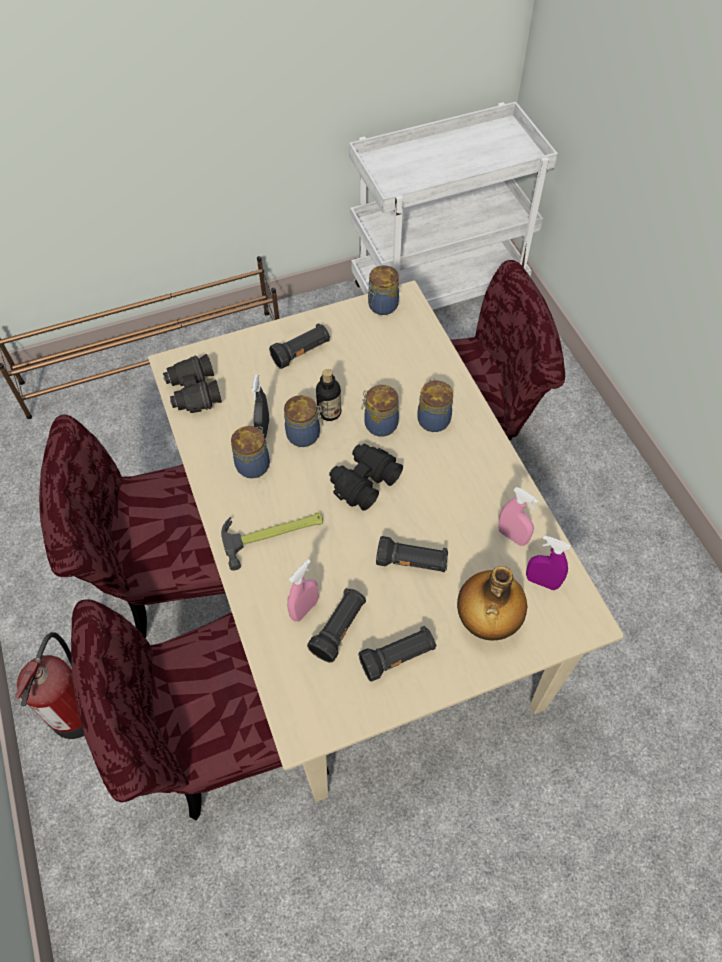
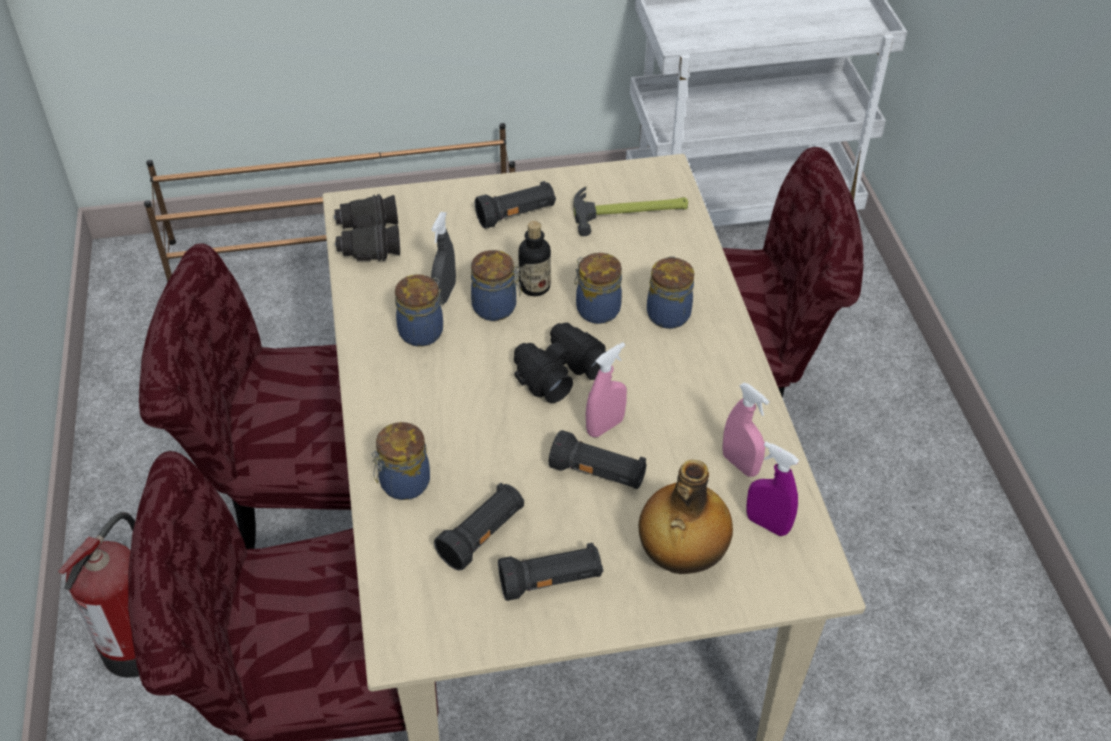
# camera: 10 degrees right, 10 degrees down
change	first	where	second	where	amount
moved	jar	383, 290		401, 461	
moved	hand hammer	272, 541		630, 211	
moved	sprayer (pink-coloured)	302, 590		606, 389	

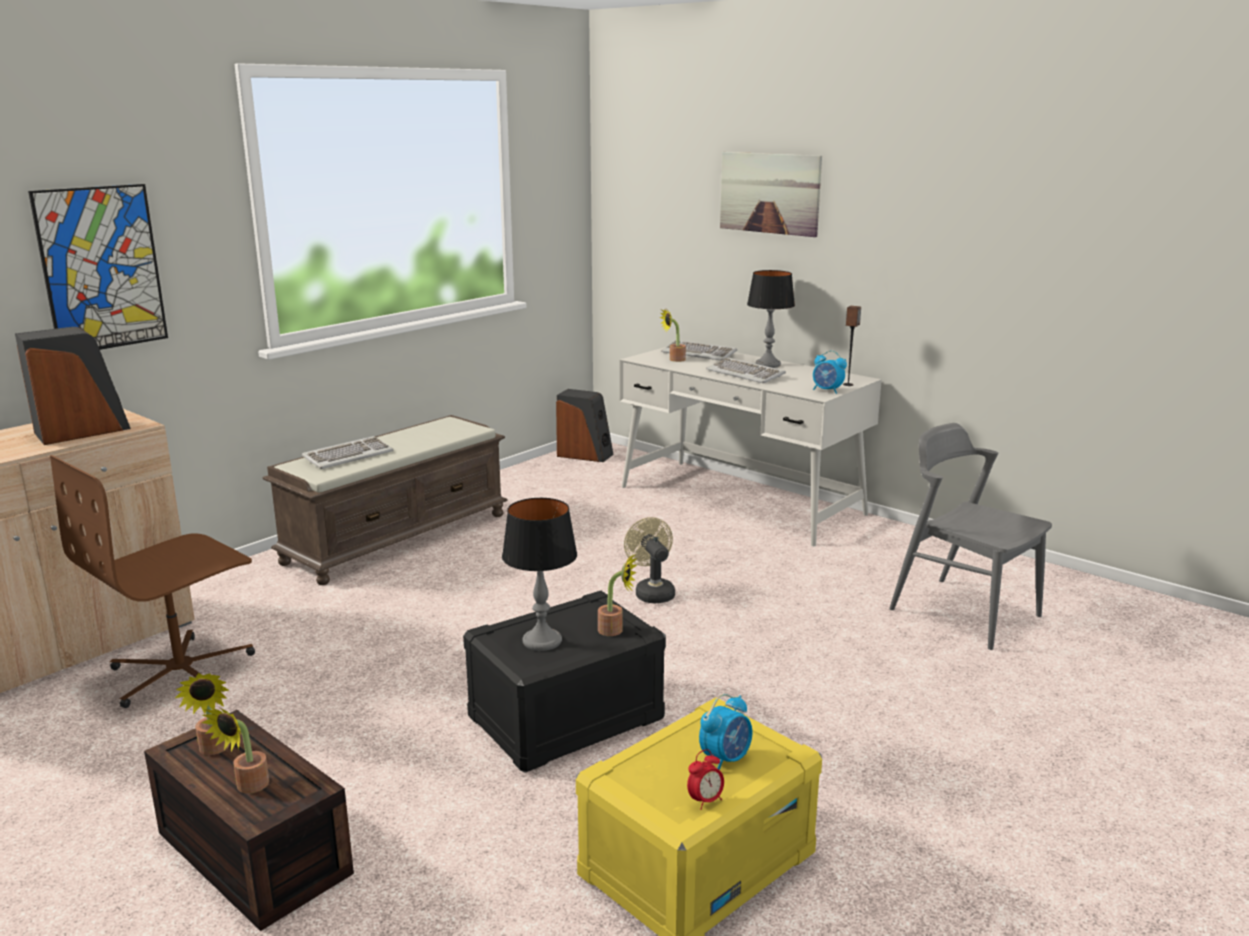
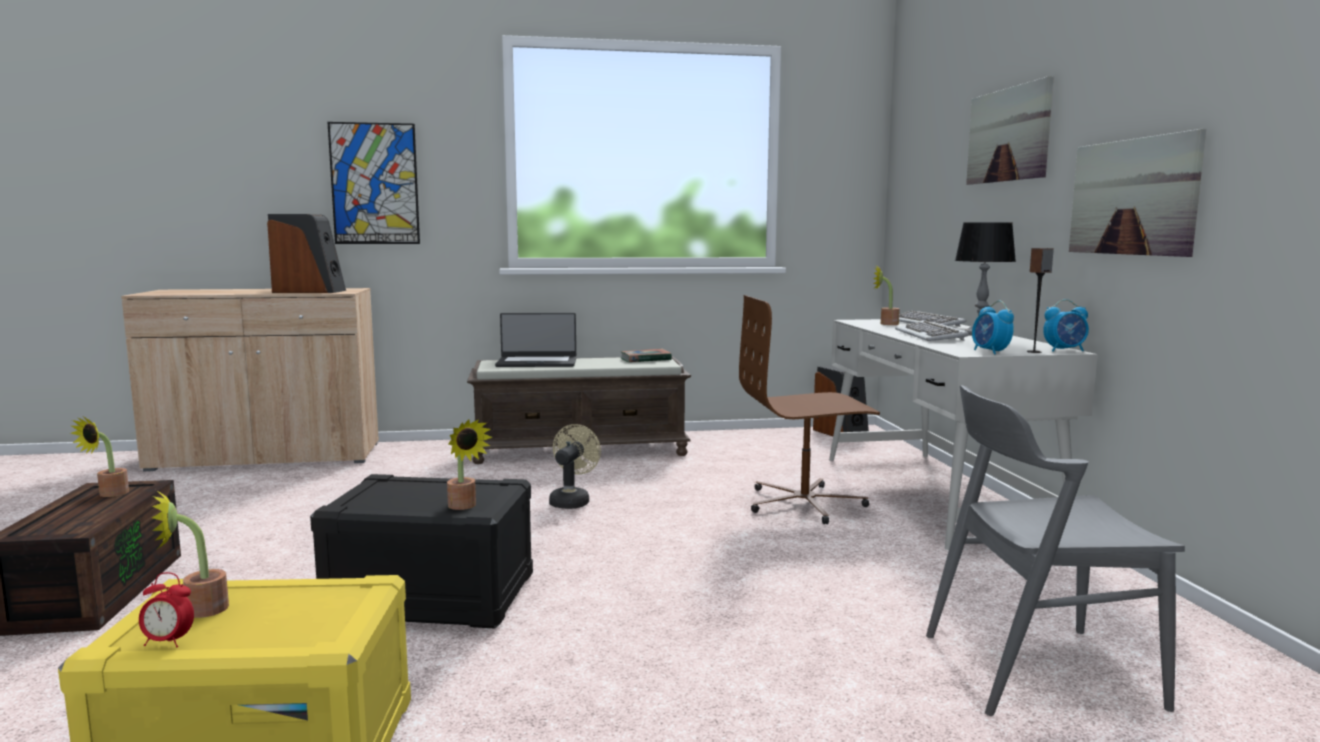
# camera: 40 degrees right, 10 degrees down
change	first	where	second	where	amount
moved	potted plant	235, 751		190, 554	
replaced	keyboard	348, 452	laptop	535, 340	
moved	cooling fan (beige)	649, 560		575, 466	
added			book	646, 355	
moved	desk chair (brown)	152, 581		809, 409	
turned	plain chair (grey)	970, 536		1055, 550	90 degrees counterclockwise
moved	alarm clock	726, 732		1066, 325	
added			picture	1137, 193	
removed	tabletop lamp	539, 574			

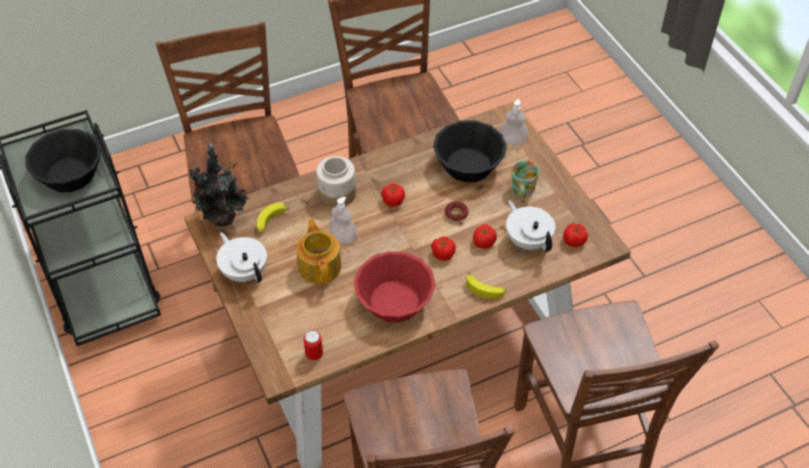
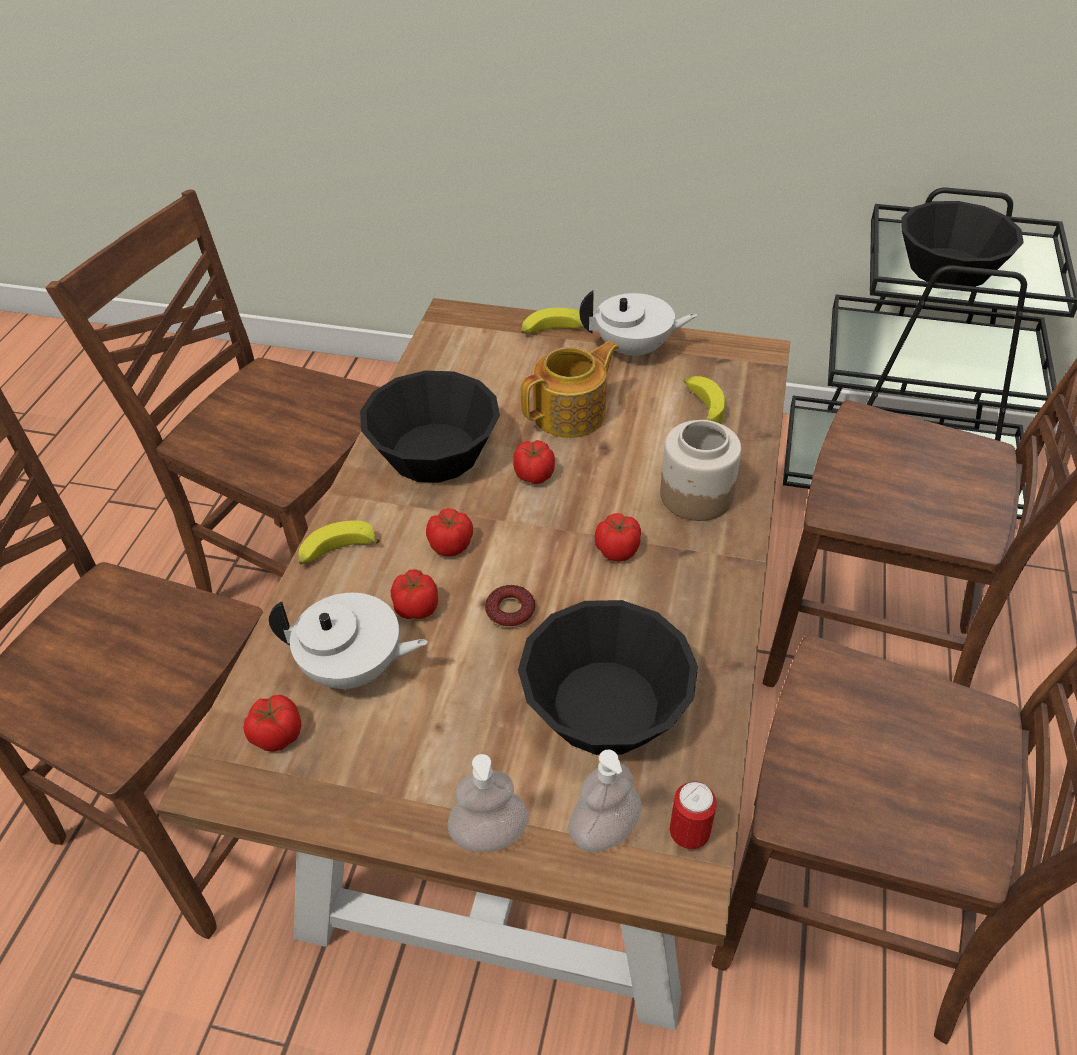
# camera: 130 degrees right, 5 degrees down
change	first	where	second	where	amount
recoloured	serving bowl (reddish)	395, 287	serving bowl (black-coloured)	430, 427	
moved	liquid soap bottle	342, 220		488, 803	
added			whole tomato	534, 462	
added			whole banana	553, 320	
turned	teapot	318, 251		570, 389	60 degrees counterclockwise
moved	can	313, 346		693, 815	
removed	potted plant	219, 185			
removed	mug	525, 179			

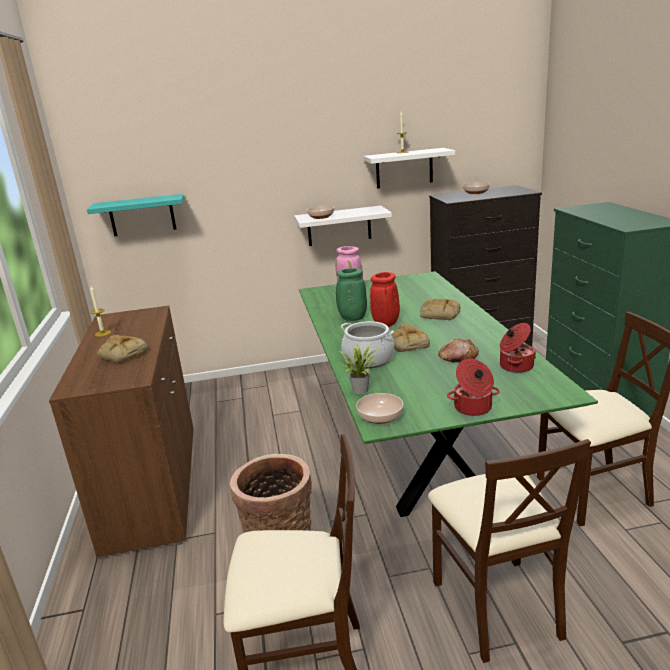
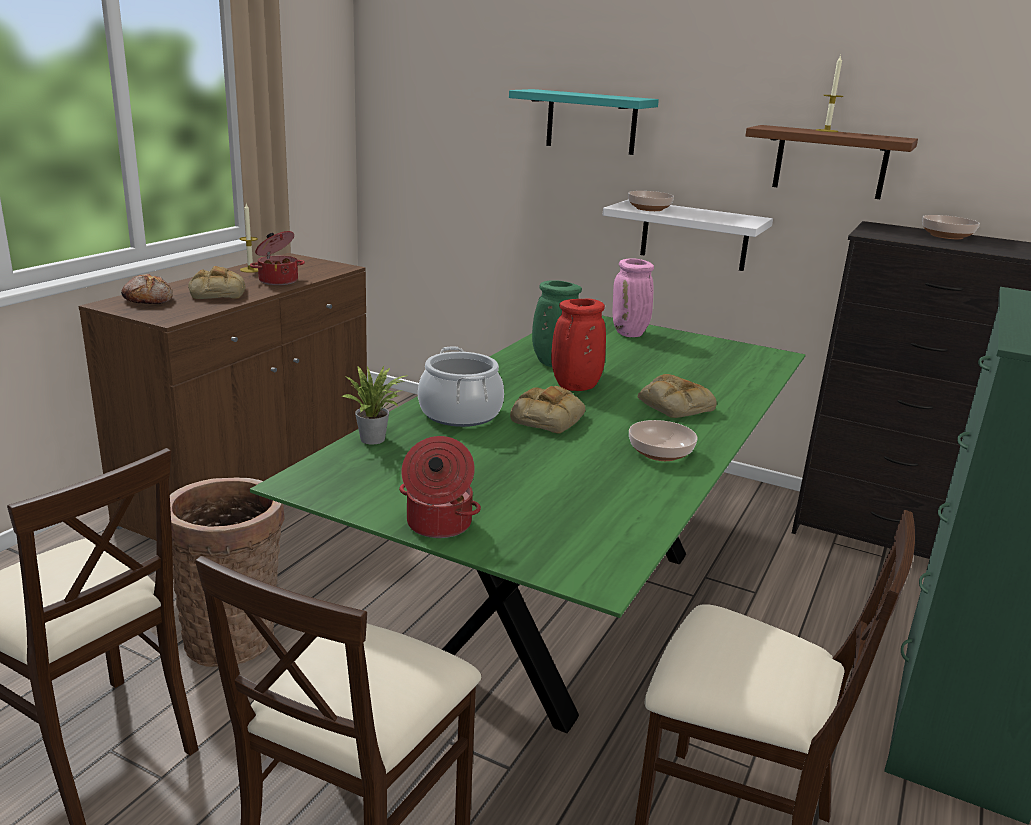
# camera: 35 degrees right, 0 degrees up
change	first	where	second	where	amount
moved	baked bread	458, 351		147, 289	
moved	saucepot	518, 348		277, 258	
moved	wall shelf (blue-green)	135, 215		584, 122	
moved	serving bowl	379, 408		663, 440	
recoloured	wall shelf (white)	409, 168	wall shelf (brown)	831, 162	

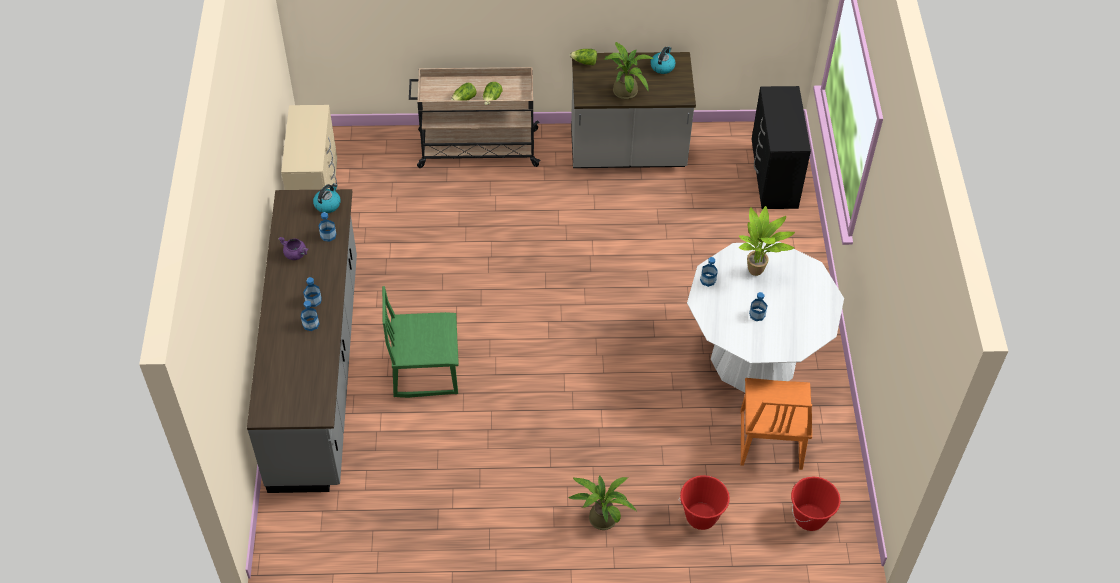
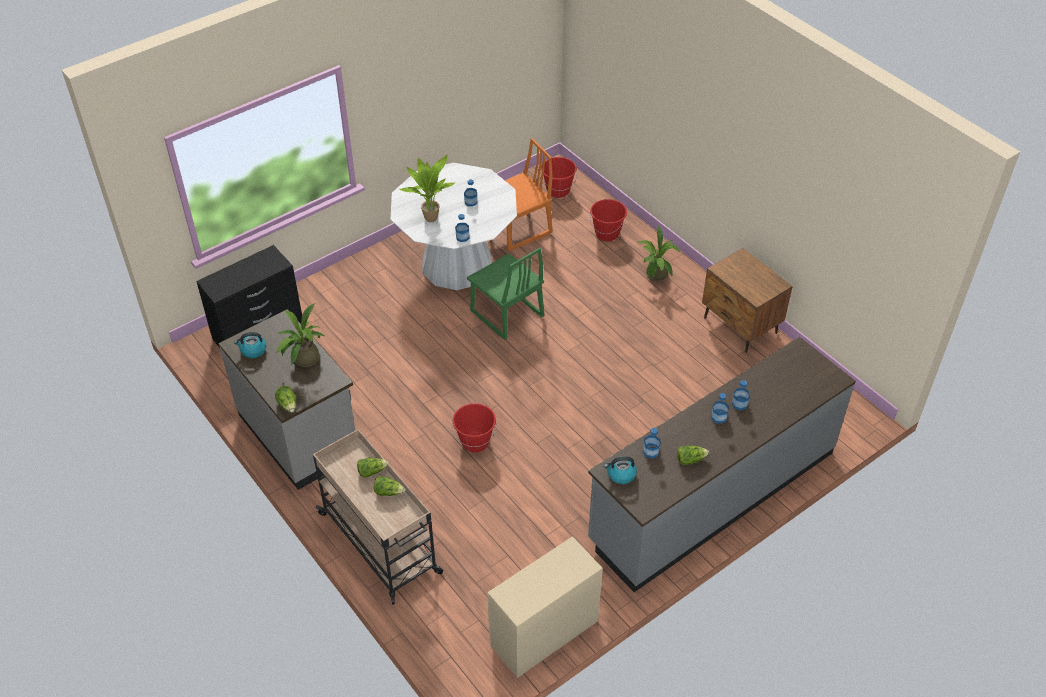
# camera: 125 degrees left, 5 degrees down
change	first	where	second	where	amount
added			bucket (reddish)	474, 428	
moved	plain chair (green)	420, 342		505, 294	
replaced	saucepot (purple-coloured)	293, 248	head of lettuce	693, 455	
added			night table (brown)	747, 300	

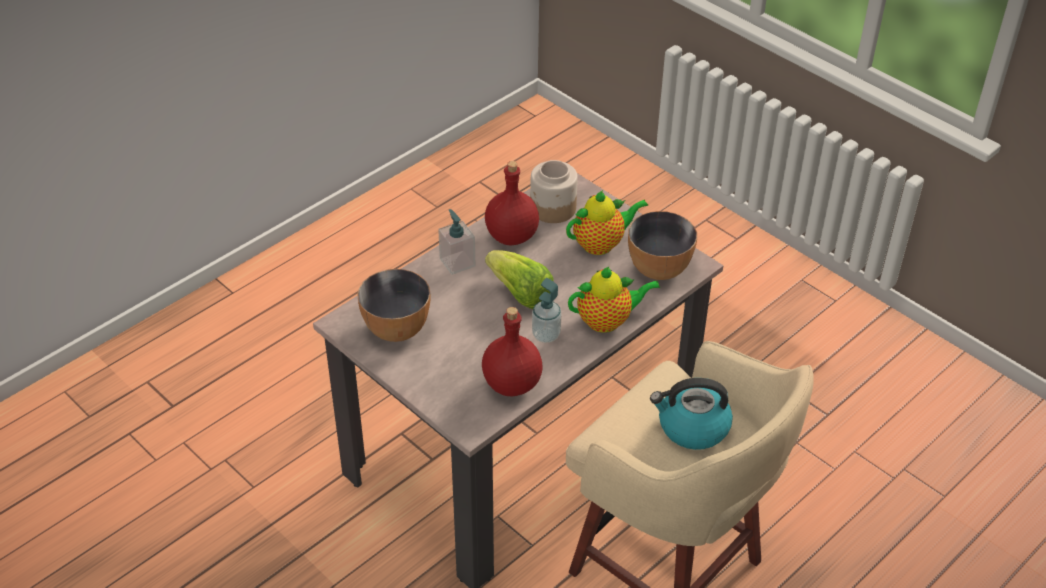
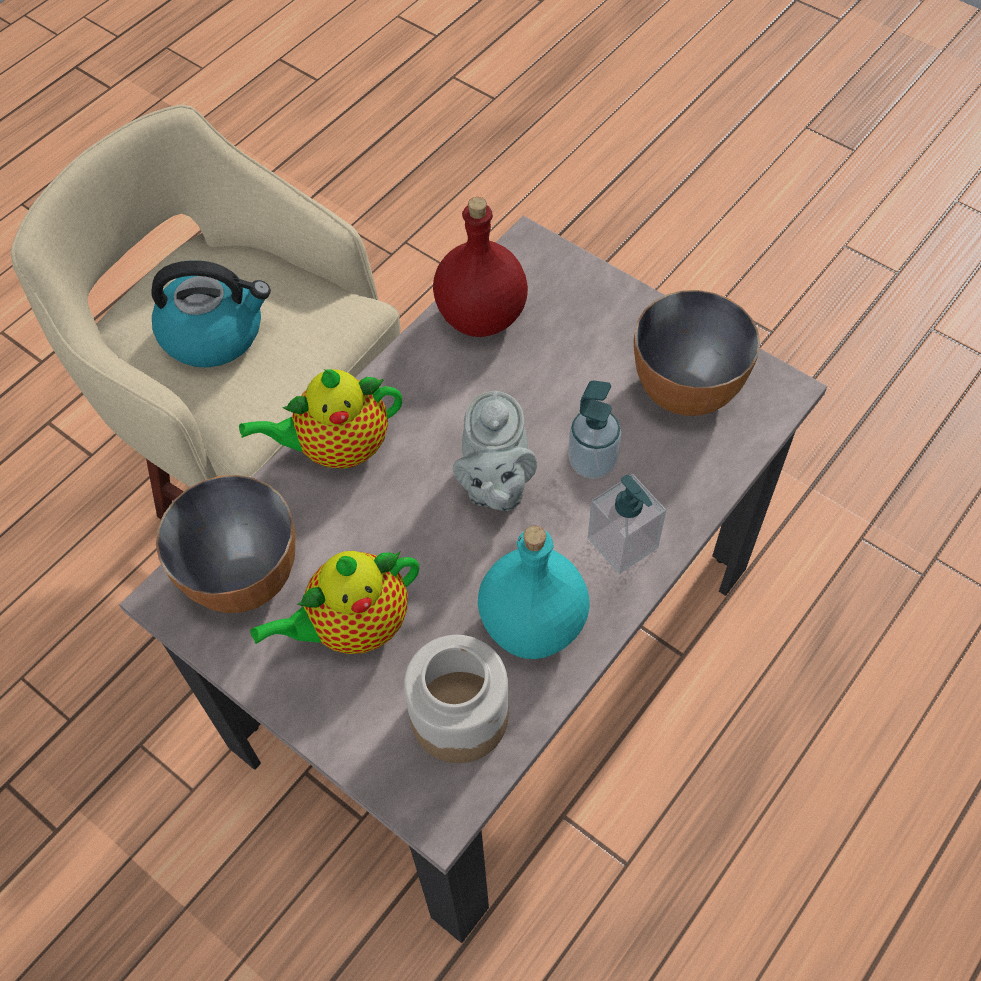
# camera: 175 degrees right, 15 degrees up
change	first	where	second	where	amount
replaced	head of lettuce	519, 279	teapot (grey)	495, 450	
recoloured	beverage bottle (reddish)	512, 203	beverage bottle (blue-green)	534, 592	
moved	liquid soap bottle	546, 310		594, 430	

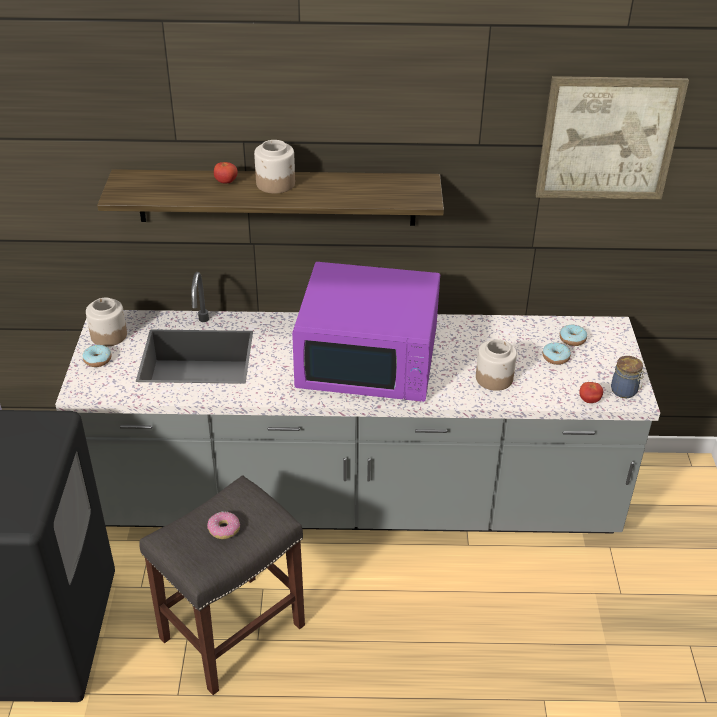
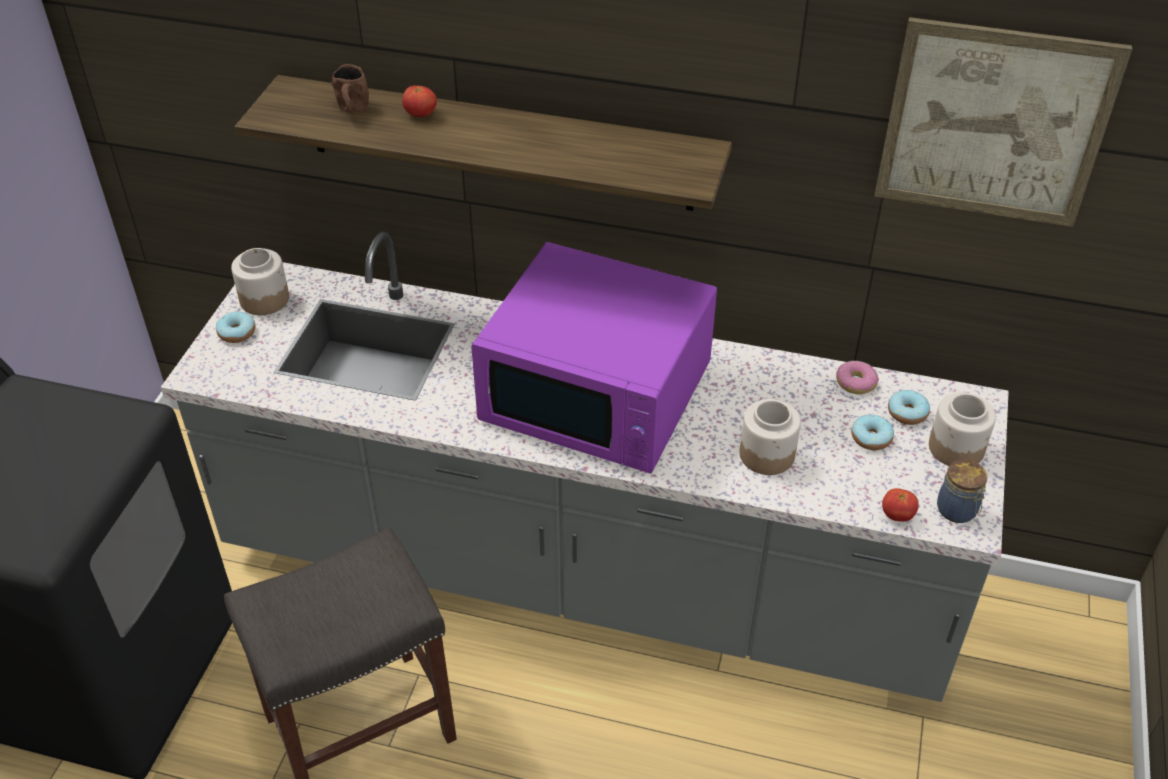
# camera: 15 degrees right, 5 degrees up
change	first	where	second	where	amount
added			mug (brown)	350, 88	
moved	ring doughnut	223, 525		857, 377	
moved	jar	274, 167		962, 429	

